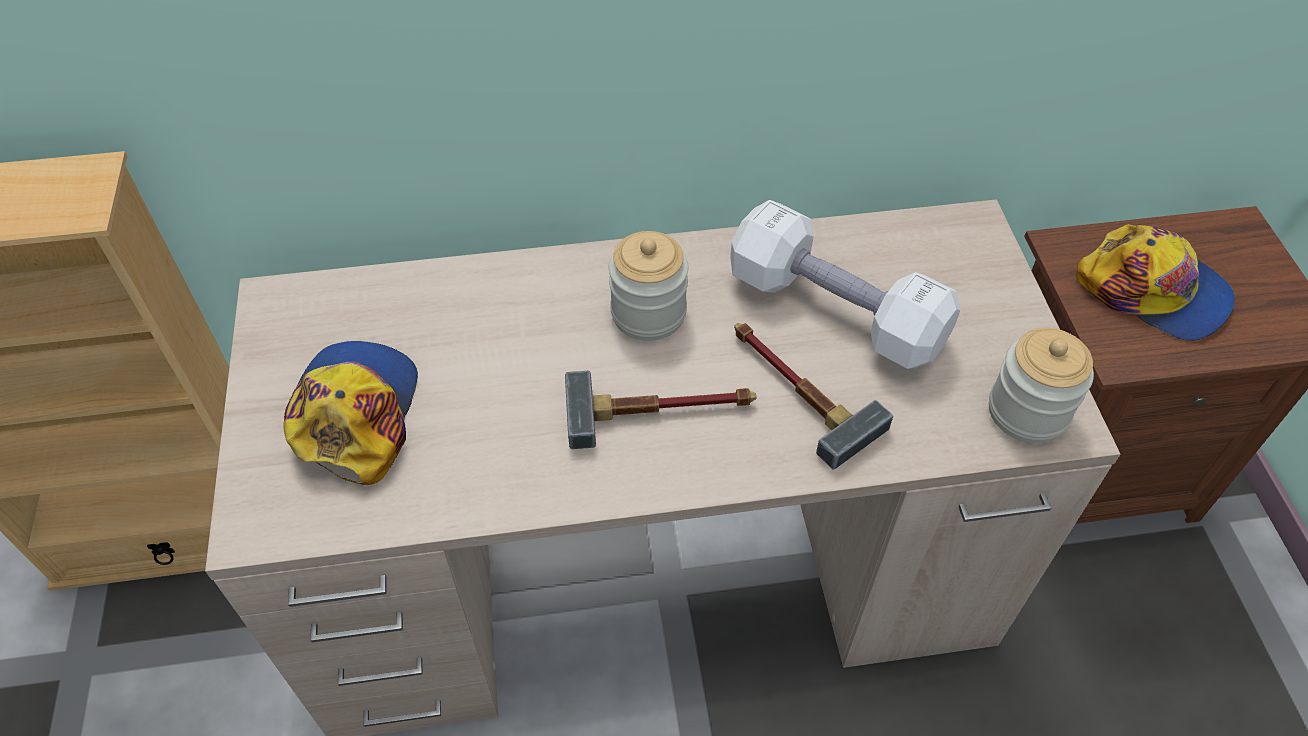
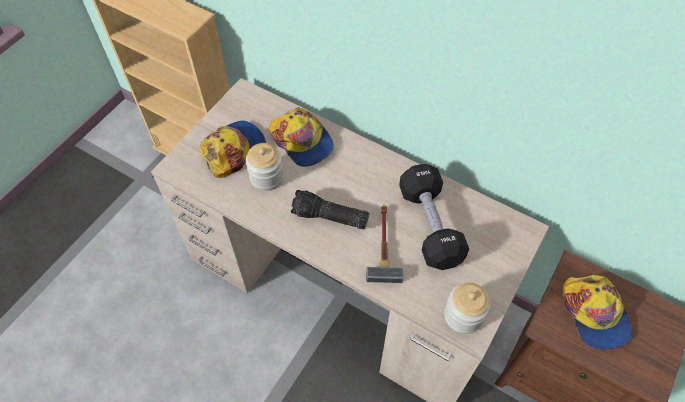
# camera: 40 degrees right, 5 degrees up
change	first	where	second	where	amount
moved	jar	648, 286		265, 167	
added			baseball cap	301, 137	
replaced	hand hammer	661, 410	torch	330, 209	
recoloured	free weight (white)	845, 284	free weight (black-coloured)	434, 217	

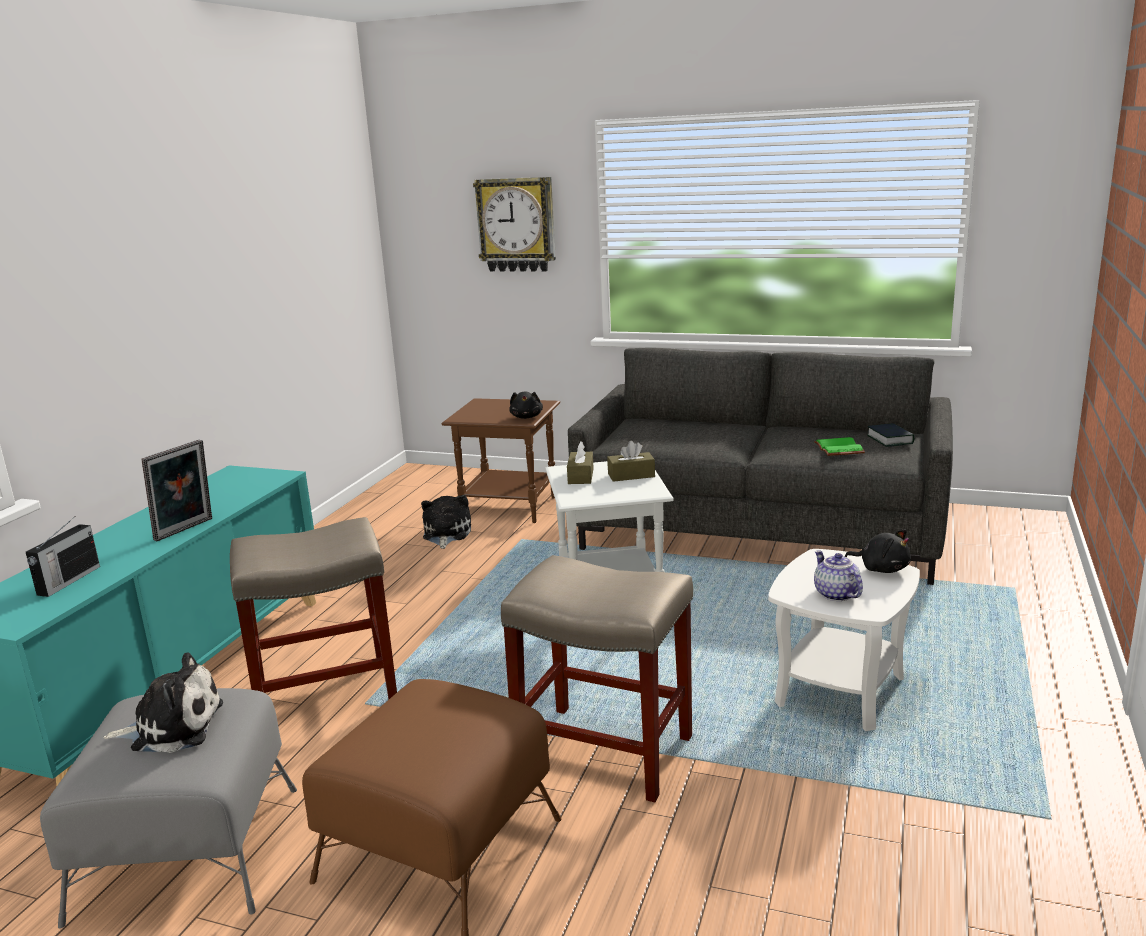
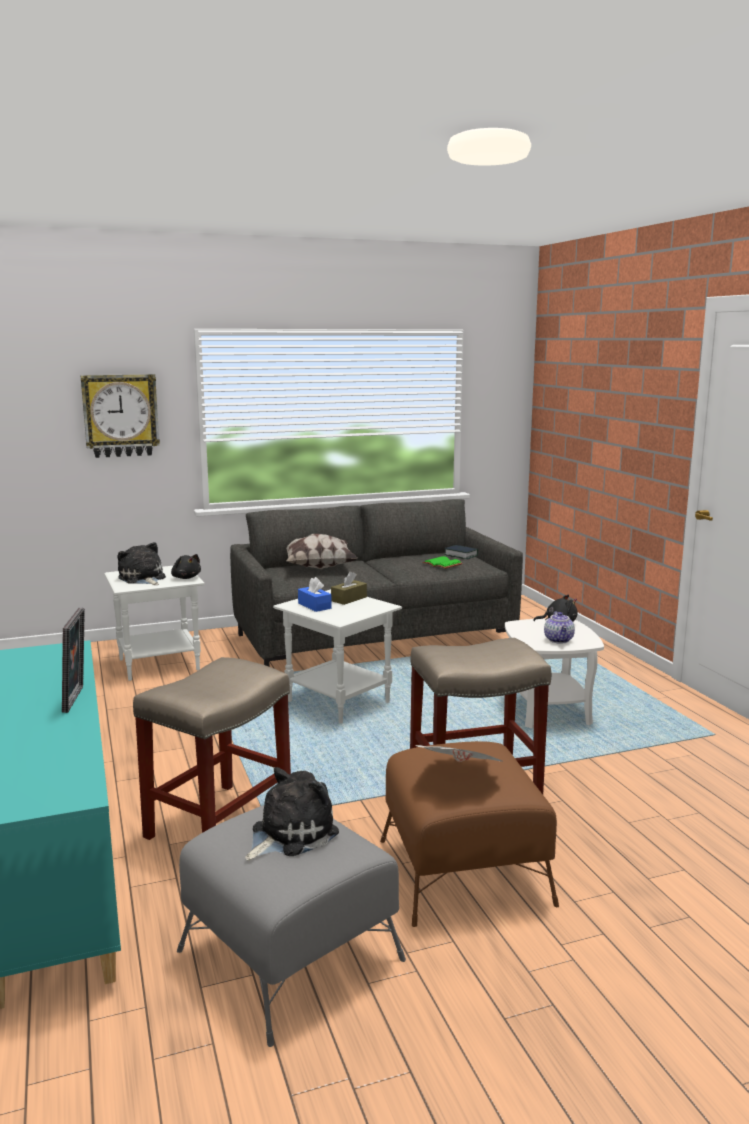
# camera: 40 degrees left, 5 degrees down
change	first	where	second	where	amount
recoloured	side table (brown)	501, 460	side table (white)	154, 623	
moved	plush toy	446, 522		141, 563	
added			cushion	321, 551	
recoloured	tissue box (brown)	580, 462	tissue box (blue-coloured)	315, 594	
added			daily paper	459, 753	
turned	teapot	838, 575		559, 627	120 degrees counterclockwise
removed	radio set	63, 557			

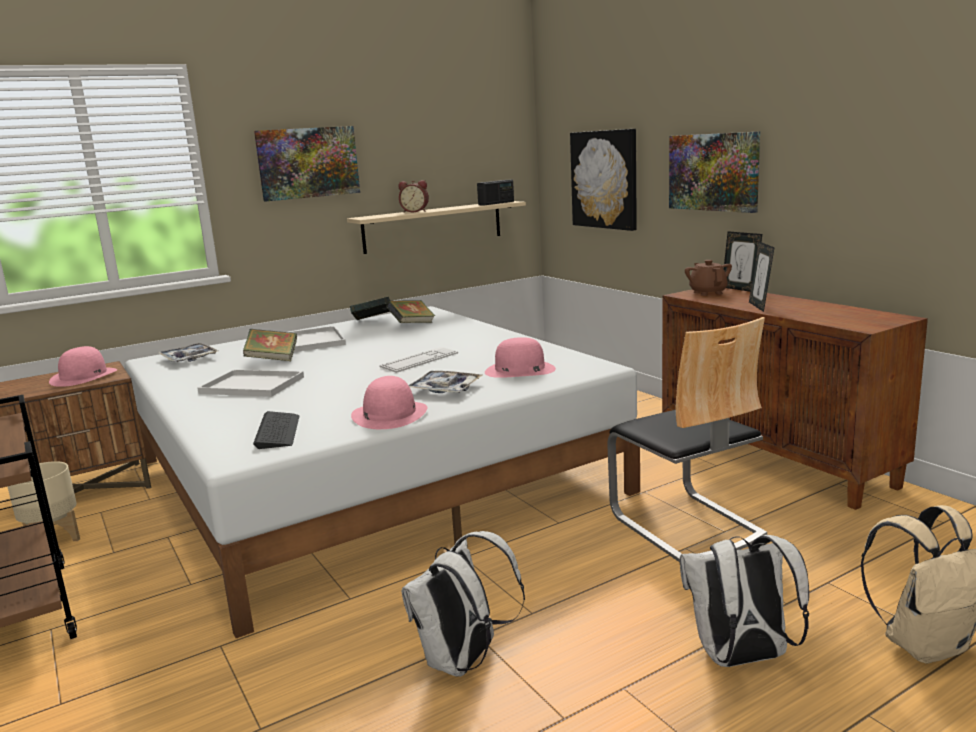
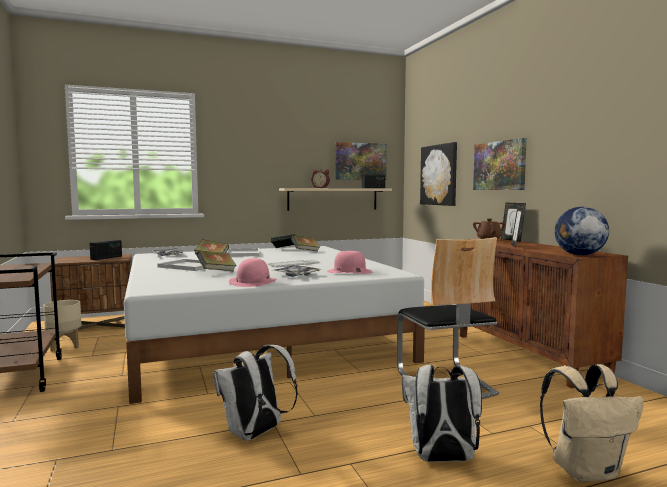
# camera: 10 degrees right, 10 degrees down
change	first	where	second	where	amount
replaced	hat (pink-coloured)	83, 366	radio set	105, 250	
added			book	216, 260	
moved	picture	307, 164		361, 161	
added			globe	581, 231	
removed	keyboard	276, 430			

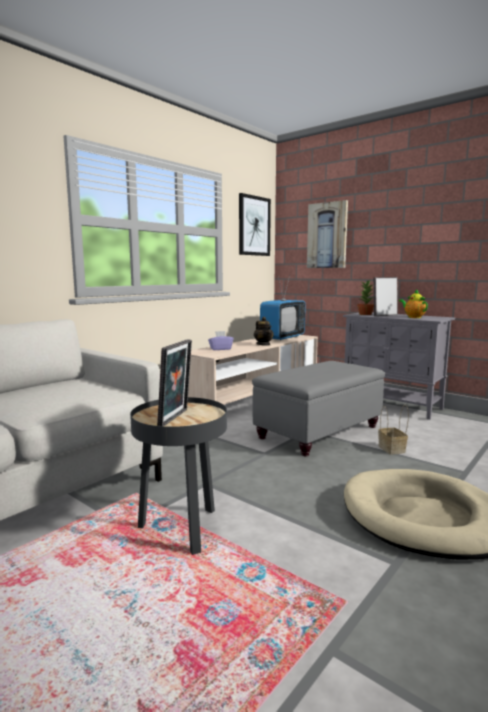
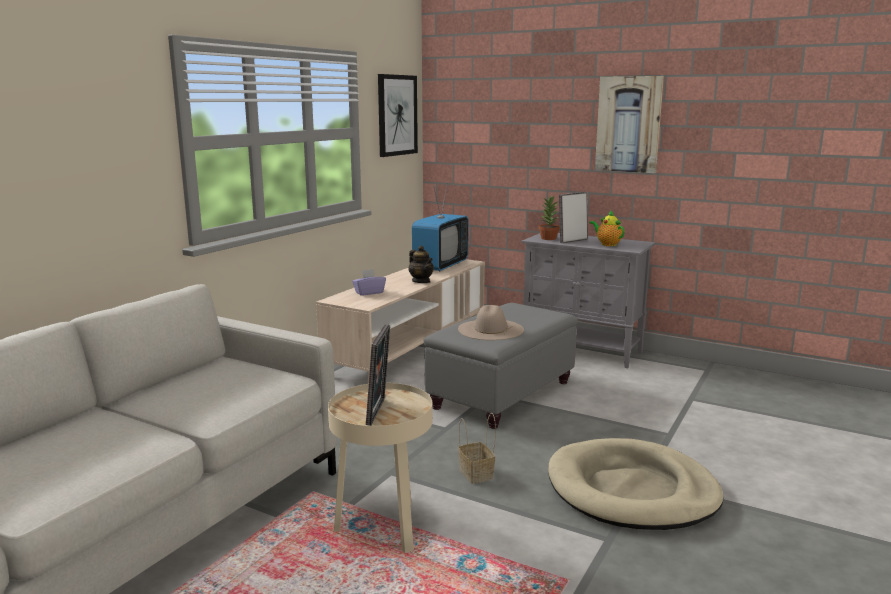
# camera: 10 degrees left, 5 degrees up
change	first	where	second	where	amount
recoloured	side table (black-coloured)	178, 476	side table (beige)	380, 468	
added			hat (beige)	491, 322	
moved	household basket	393, 430		477, 448	
moved	picture	327, 234		629, 124	

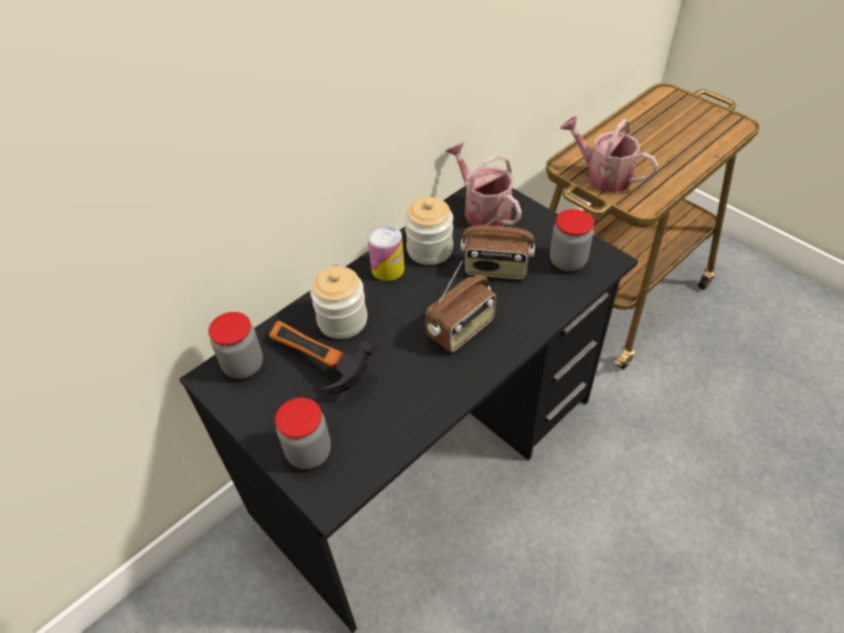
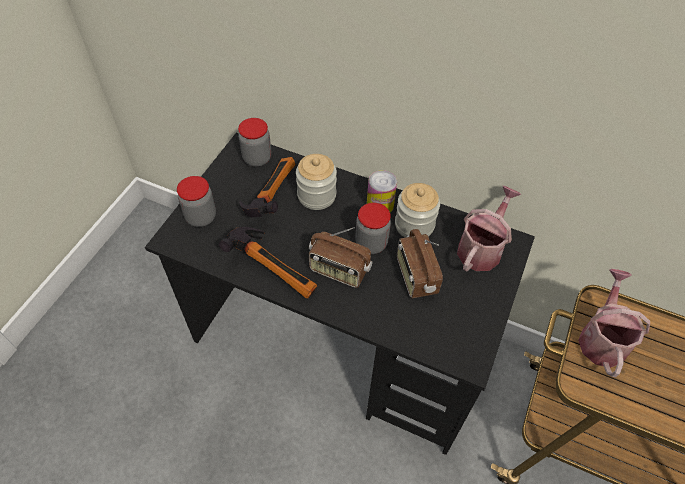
# camera: 65 degrees right, 5 degrees up
change	first	where	second	where	amount
added			hand hammer	268, 262	
moved	jar	572, 240		373, 228	

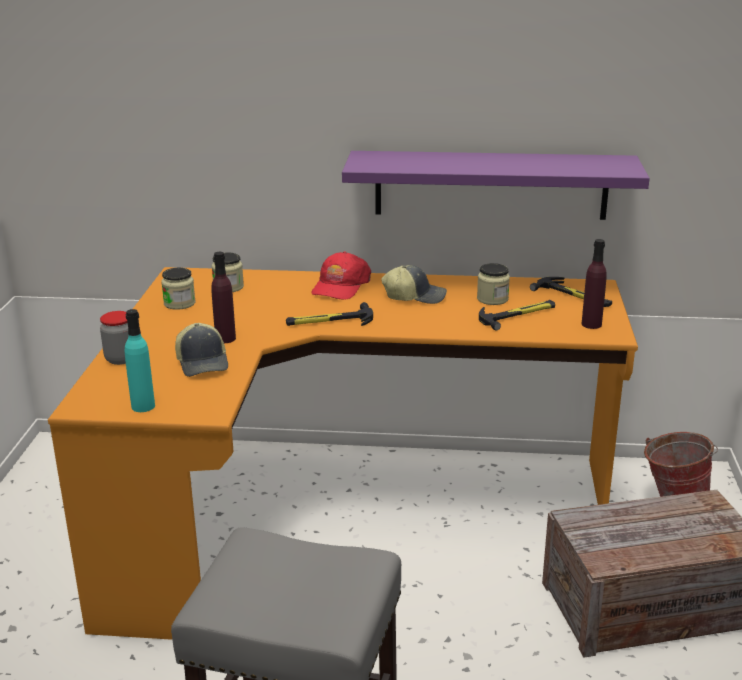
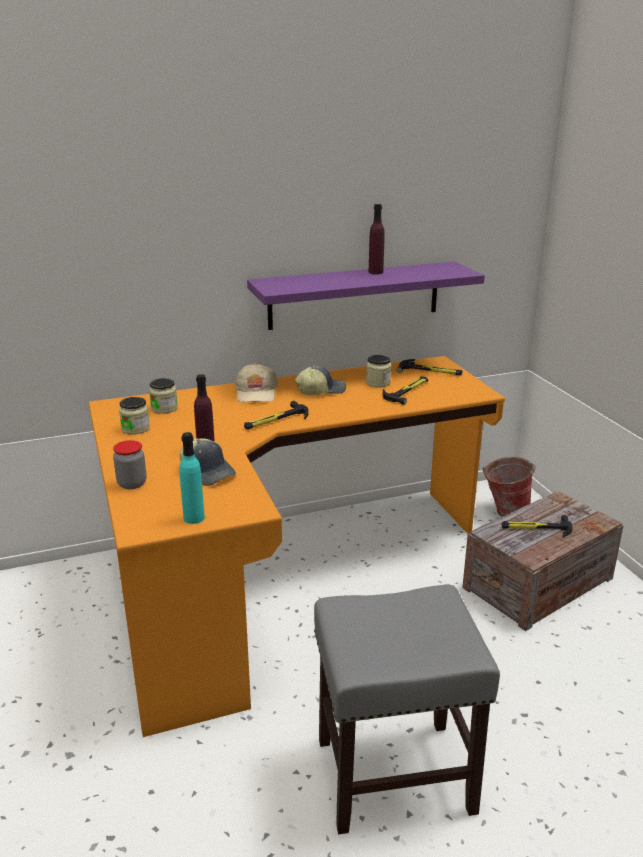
# camera: 25 degrees left, 0 degrees up
change	first	where	second	where	amount
recoloured	baseball cap (reddish)	341, 276	baseball cap (beige)	256, 382	
moved	beverage bottle (purple-coloured)	594, 284		377, 239	
added			hand hammer	537, 526	

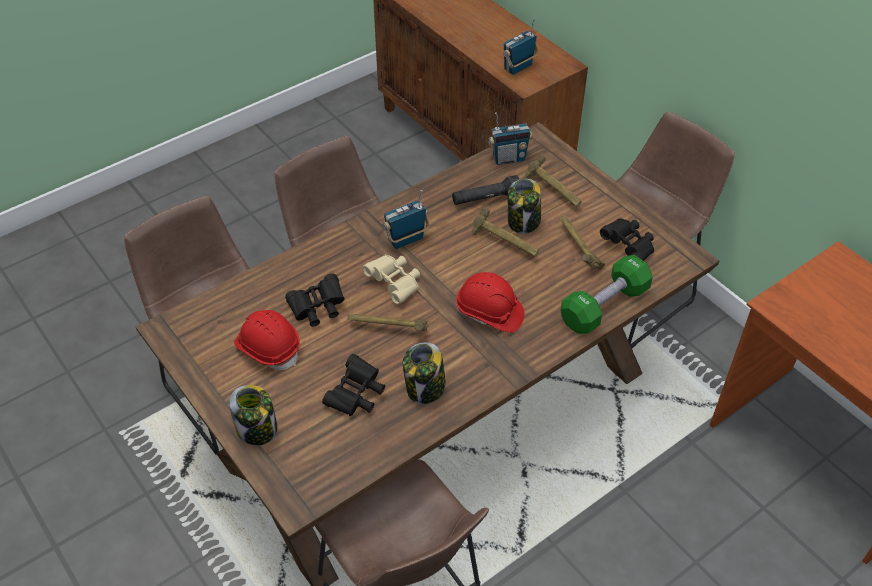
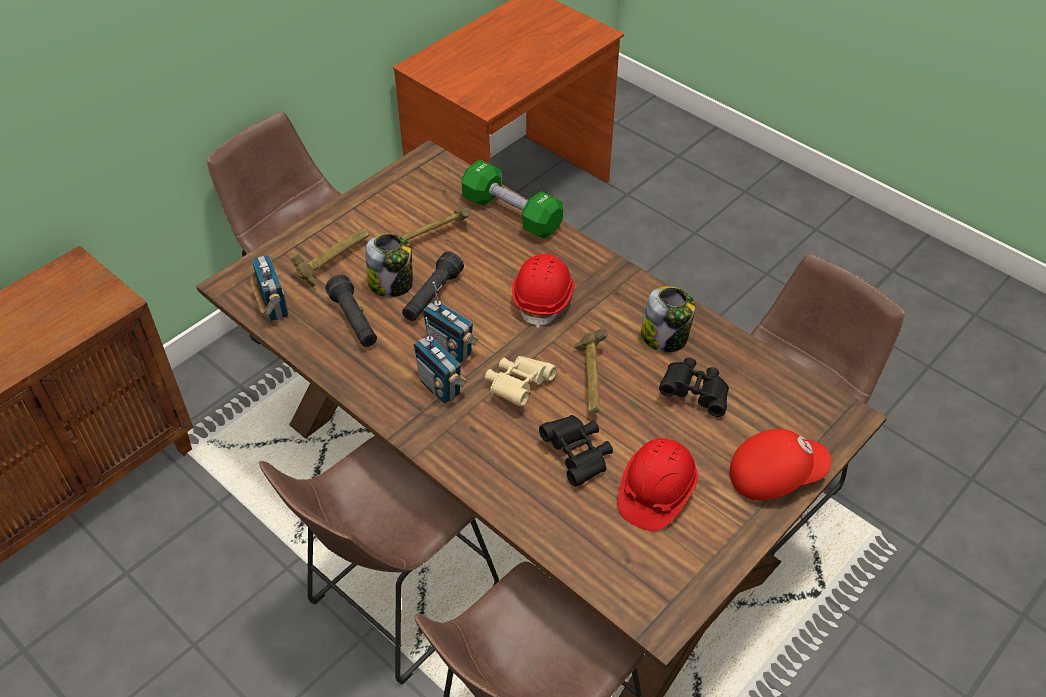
# camera: 100 degrees left, 0 degrees up
change	first	where	second	where	amount
replaced	hand hammer	505, 232	torch (black-coloured)	433, 286	
moved	radio set	521, 46		451, 322	
replaced	jar	253, 415	baseball cap (reddish)	780, 464	
removed	pair of binoculars (black-coloured)	627, 239			

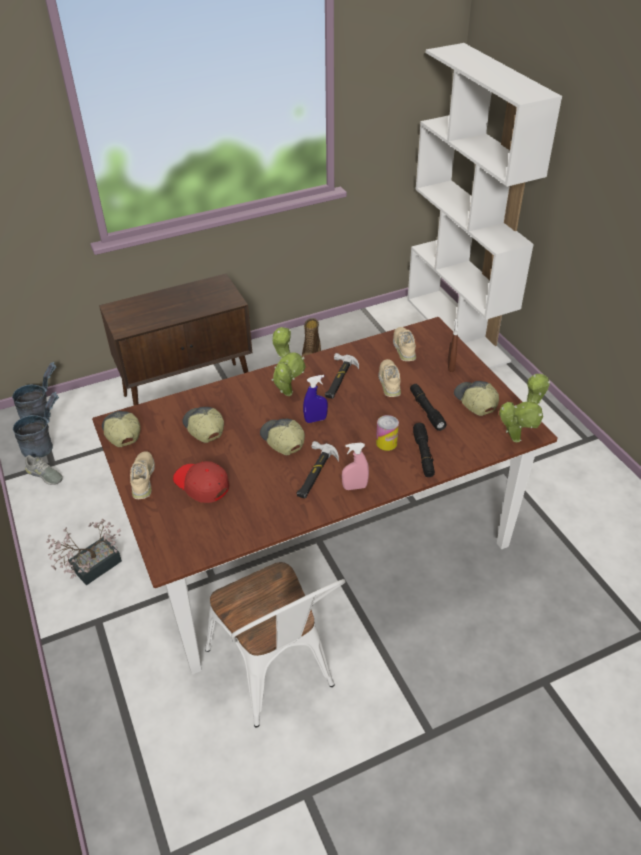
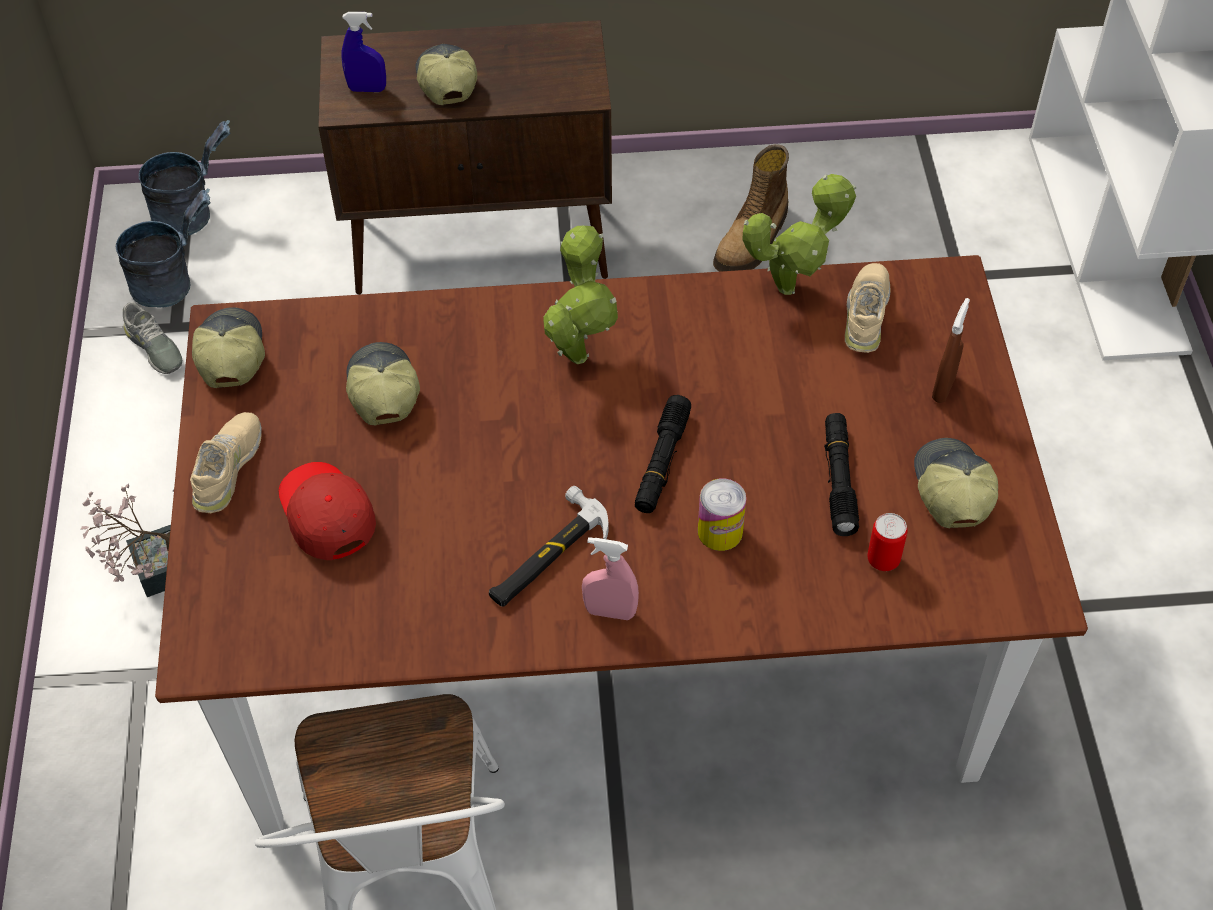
# camera: 20 degrees right, 10 degrees up
change	first	where	second	where	amount
moved	sprayer (blue-coloured)	315, 399		364, 52	
moved	baseball cap	282, 437		446, 74	
moved	torch (black-coloured)	424, 450		663, 454	
moved	potted plant	524, 408		799, 234	
added			can	887, 542	
removed	hand hammer	342, 375			
removed	low shoe (beige)	389, 378			

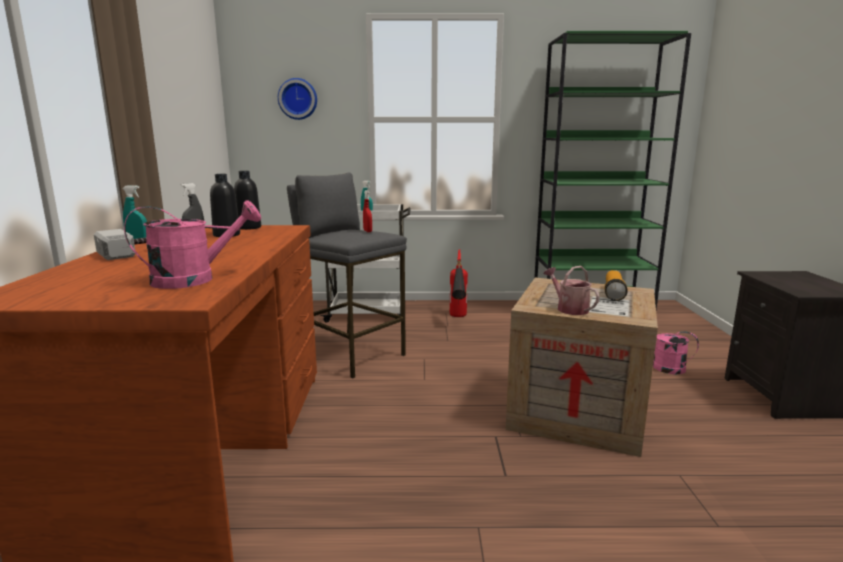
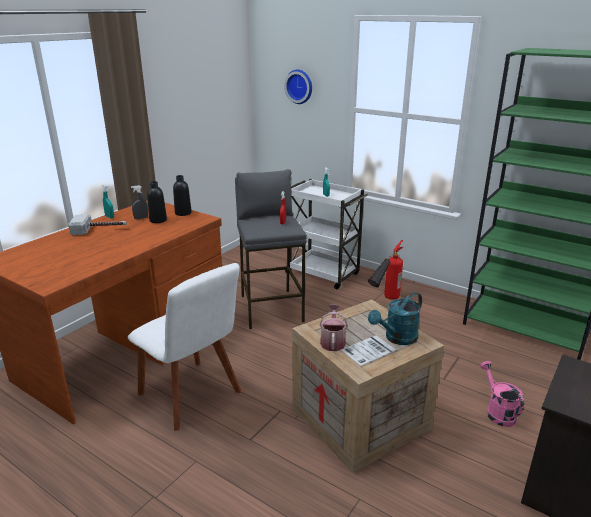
# camera: 35 degrees right, 10 degrees up
change	first	where	second	where	amount
added			plain chair (white)	184, 347	
replaced	torch	616, 285	watering can (blue-green)	395, 318	
removed	watering can (pink-coloured)	192, 244			

